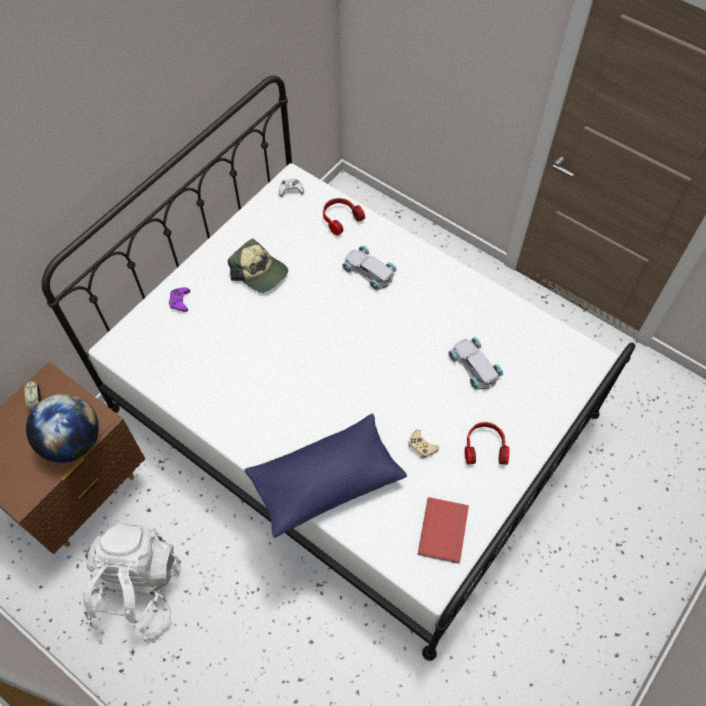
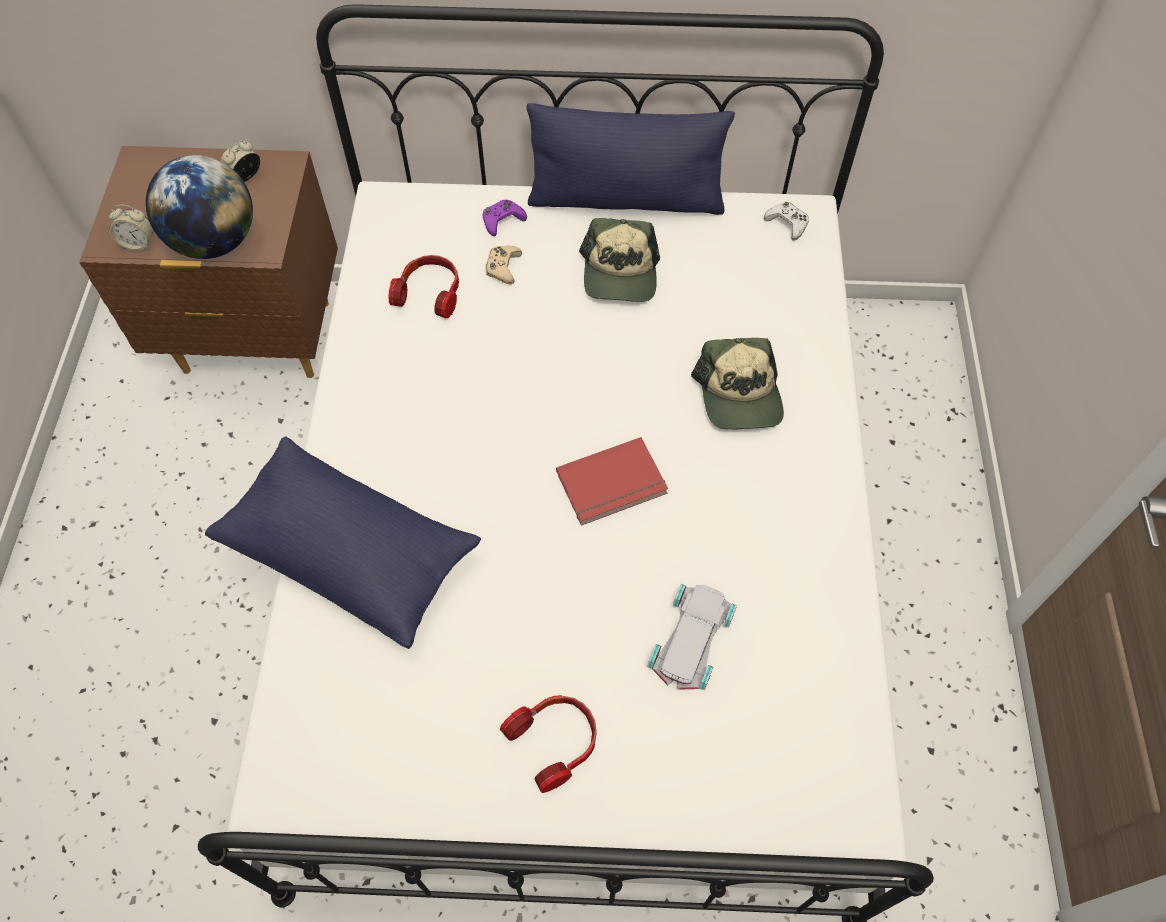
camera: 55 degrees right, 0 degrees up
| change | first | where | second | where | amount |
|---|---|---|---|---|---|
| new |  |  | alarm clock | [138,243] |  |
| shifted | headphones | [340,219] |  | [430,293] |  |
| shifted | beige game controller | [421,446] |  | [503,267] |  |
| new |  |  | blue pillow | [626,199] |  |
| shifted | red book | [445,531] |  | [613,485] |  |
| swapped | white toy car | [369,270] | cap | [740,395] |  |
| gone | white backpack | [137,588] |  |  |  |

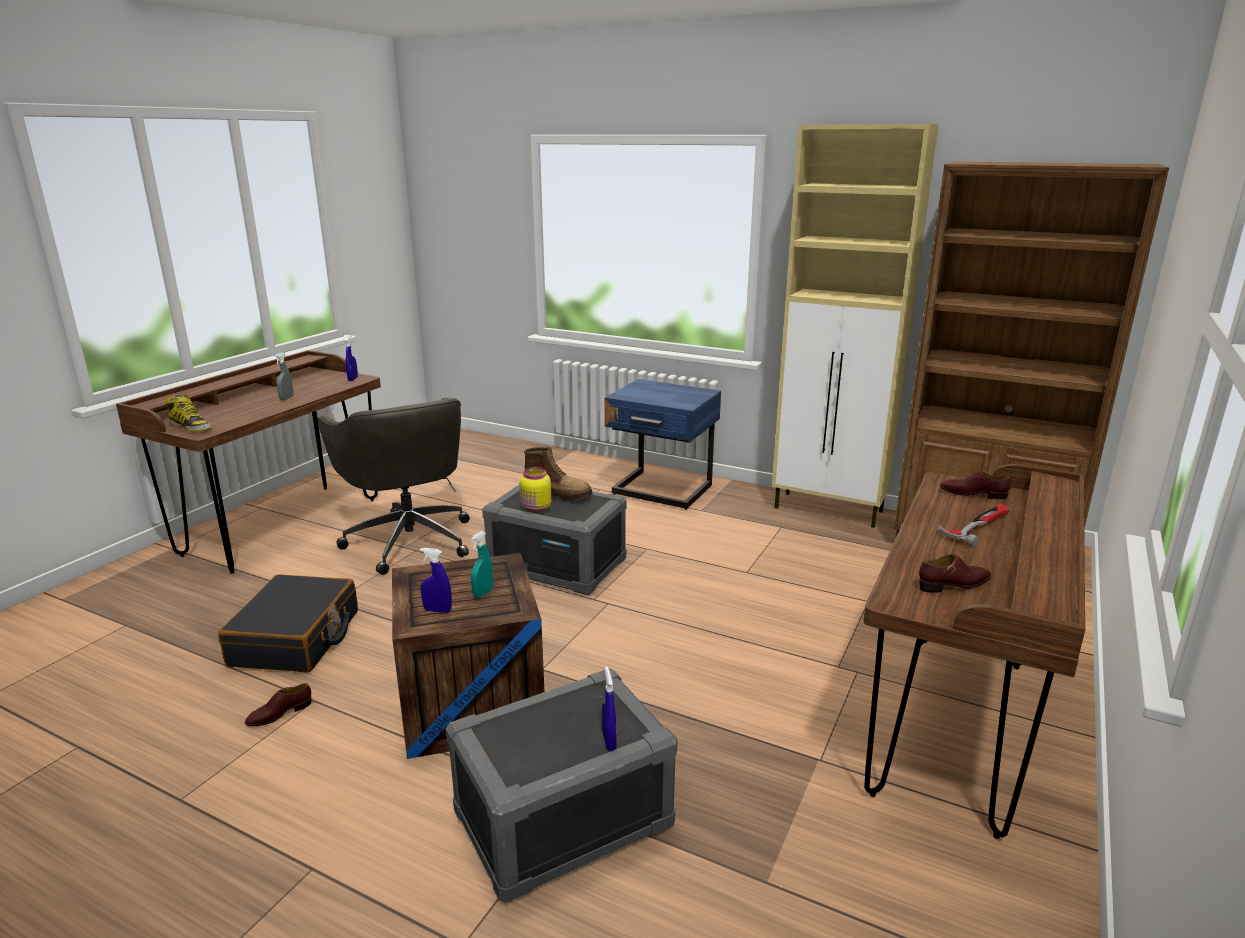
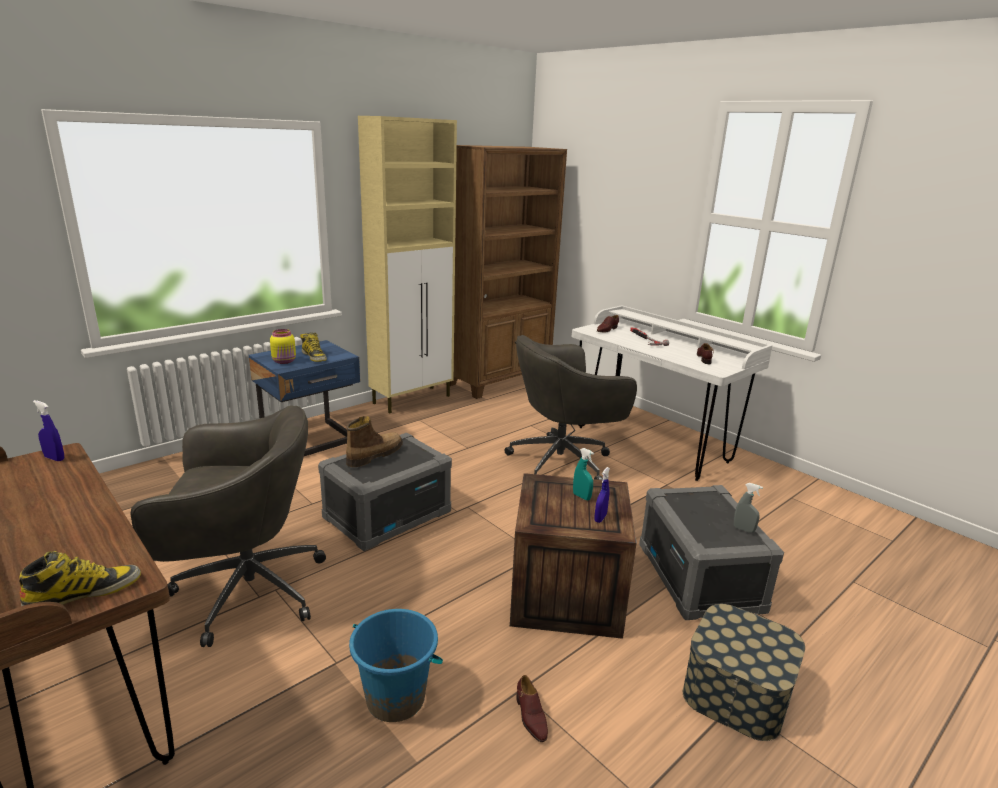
camera: 70 degrees left, 0 degrees up
| change | first | where | second | where | amount |
|---|---|---|---|---|---|
| shifted | yellow jar | [536,509] |  | [284,361] |  |
| new |  |  | boot | [314,356] |  |
| swapped | black suitcase | [296,638] | blue bucket | [396,698] |  |
| new |  |  | grey office chair | [563,462] |  |
| repainted | brown desk | [954,725] | white desk | [651,444] |  |
| new |  |  | storage box | [736,692] |  |
| shifted | grey spray bottle | [286,398] |  | [743,529] |  |
| gone | blue spray bottle | [609,741] |  |  |  |

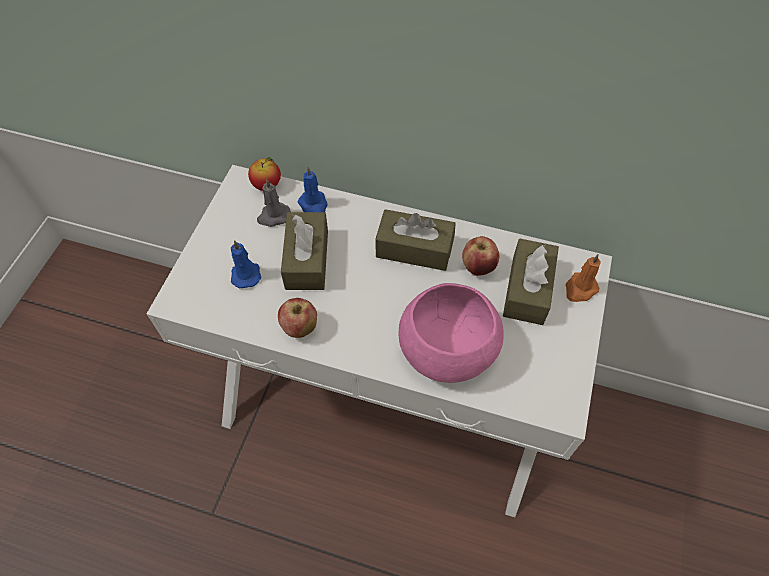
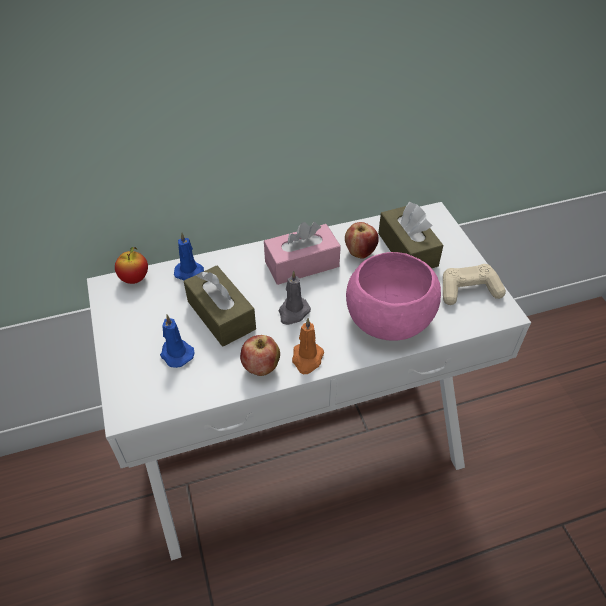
camera: 35 degrees left, 10 degrees down
| change | first | where | second | where | amount |
|---|---|---|---|---|---|
| repainted | brown tissue box | [414,249] | pink tissue box | [302,264] |  |
| shifted | grey candle | [273,216] |  | [293,312] |  |
| shifted | orange candle | [580,289] |  | [307,359] |  |
| new |  |  | beige game controller | [468,290] |  |

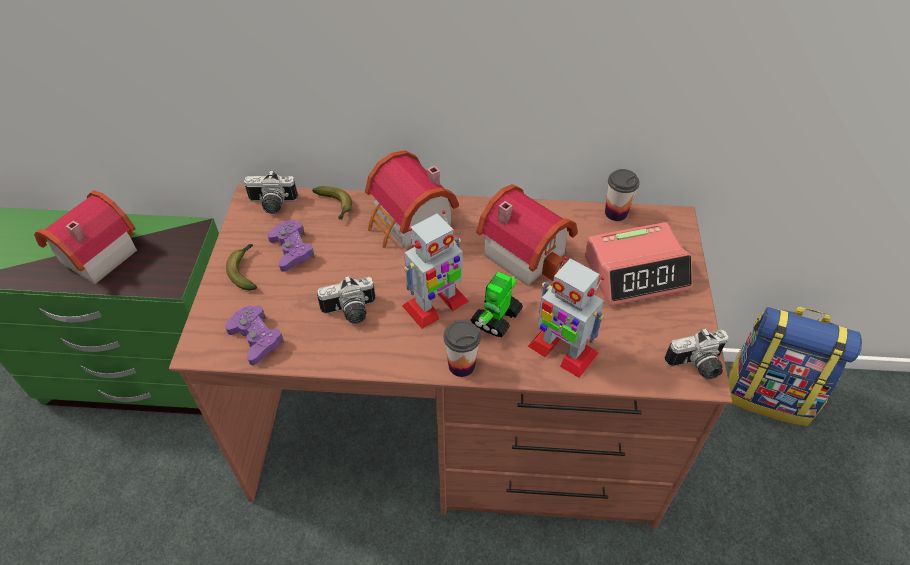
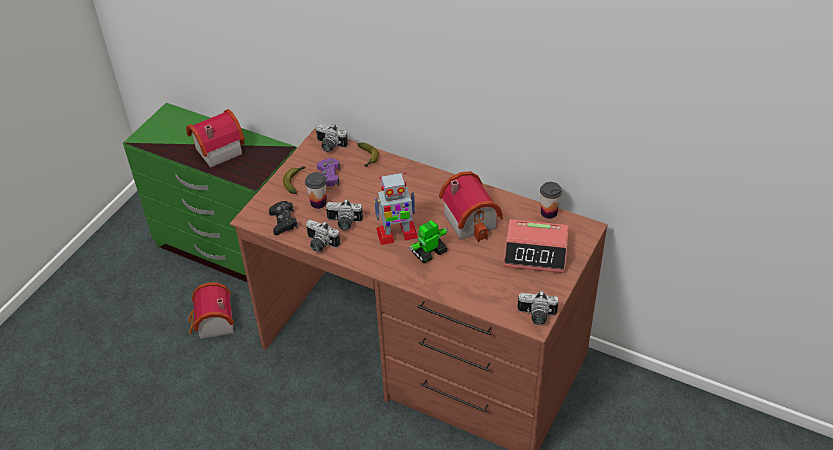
camera: 25 degrees right, 5 degrees down
| change | first | where | second | where | amount |
|---|---|---|---|---|---|
| shifted | toy house | [410,223] |  | [212,324] |  |
| repainted | purple game controller | [256,338] | black game controller | [283,221] |  |
| shifted | cup | [461,365] |  | [318,203] |  |
| new |  |  | photo camera | [320,244] |  |
| gone | toy robot | [562,349] |  |  |  |
| gone | backpack | [769,394] |  |  |  |

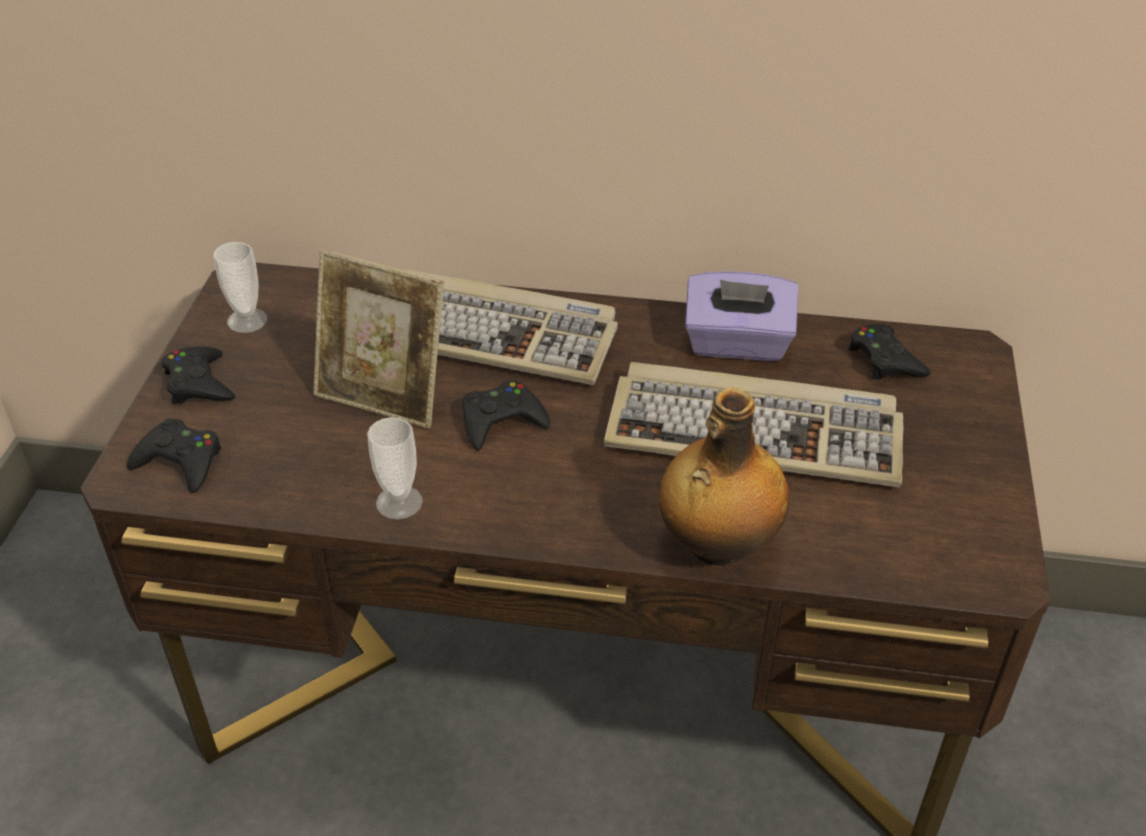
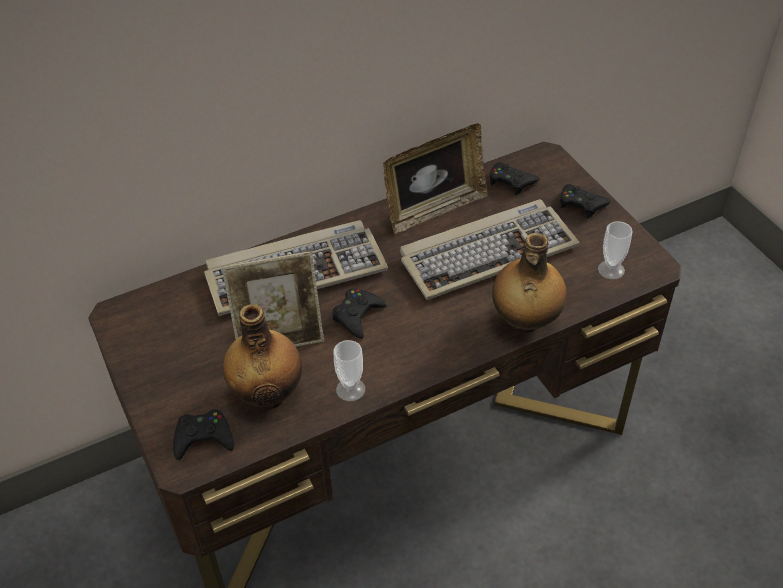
camera: 35 degrees left, 5 degrees up
| change | first | where | second | where | amount |
|---|---|---|---|---|---|
| new |  |  | bottle | [268,393] |  |
| swapped | purple tissue box | [737,344] | picture frame | [434,209] |  |
| shifted | black game controller | [199,383] |  | [581,204] |  |
| shifted | cup | [247,320] |  | [611,270] |  |

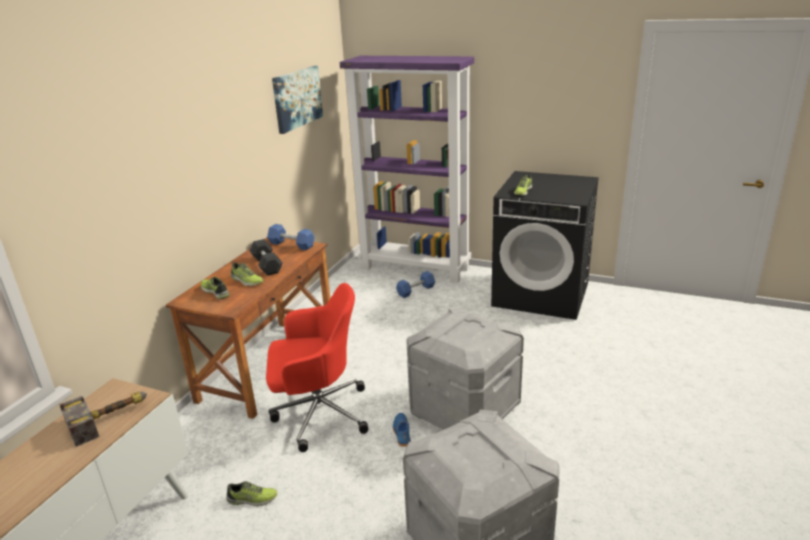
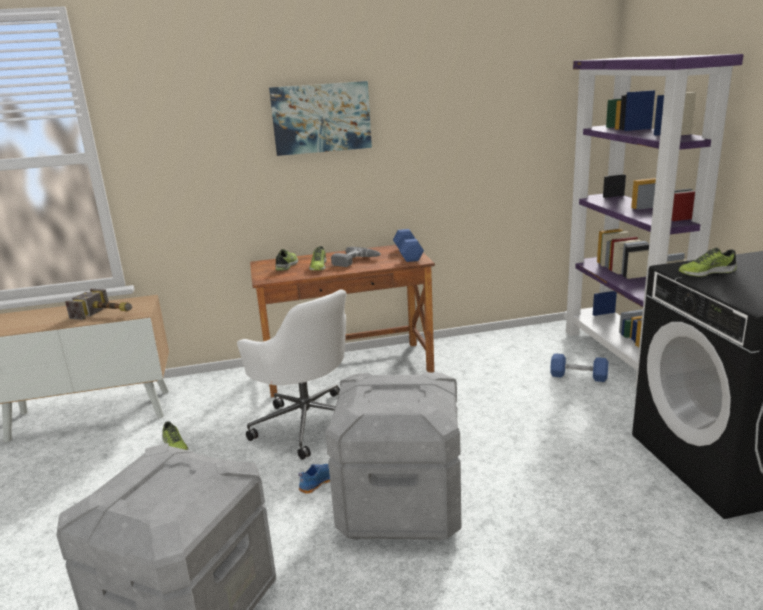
camera: 55 degrees right, 5 degrees down
| change | first | where | second | where | amount |
|---|---|---|---|---|---|
| repainted | red office chair | [318,413] | white office chair | [307,422] |  |
| shifted | picture | [297,98] |  | [321,118] |  |
| swapped | grey dumbbell | [267,265] | power drill | [356,261] |  |

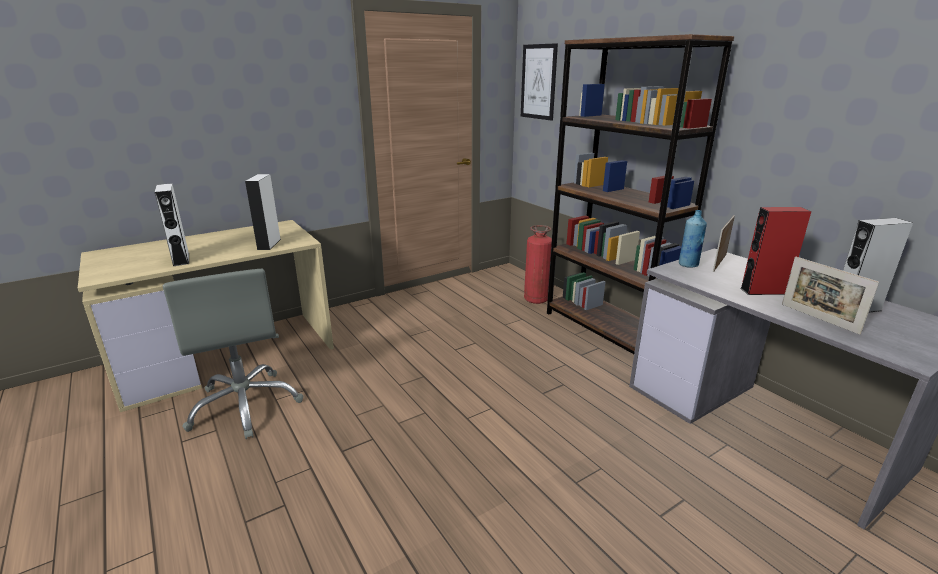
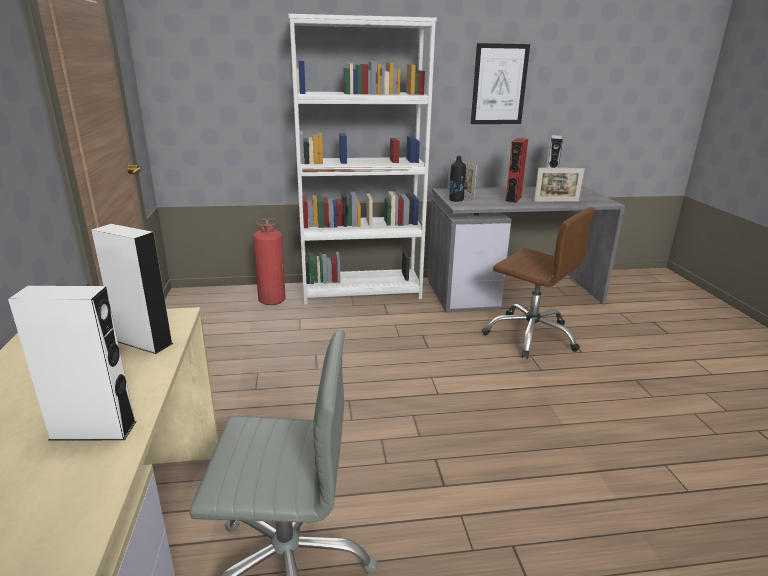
camera: 65 degrees left, 0 degrees up
| change | first | where | second | where | amount |
|---|---|---|---|---|---|
| repainted | brown bookcase | [606,330] | white bookcase | [361,292] |  |
| repainted | blue bottle | [688,265] | black bottle | [456,200] |  |
| shifted | picture | [538,82] |  | [499,84] |  |
| new |  |  | brown office chair | [531,335] |  |

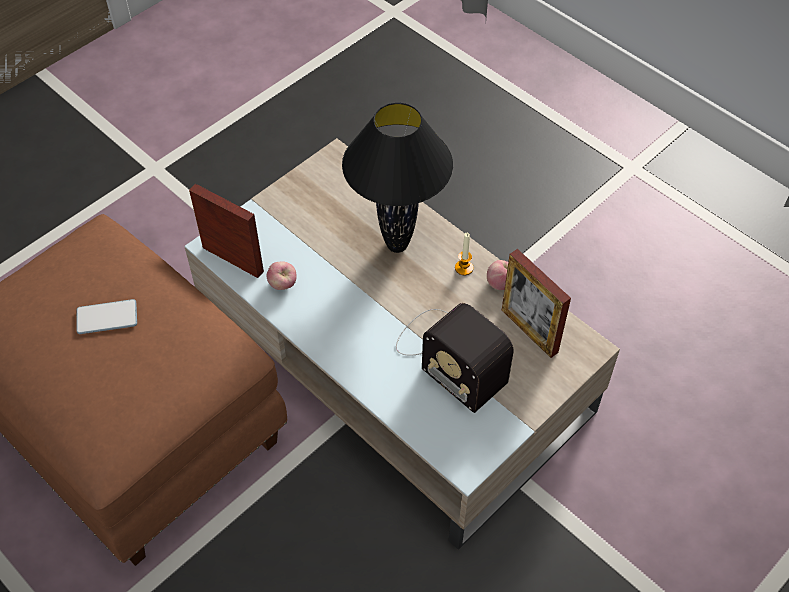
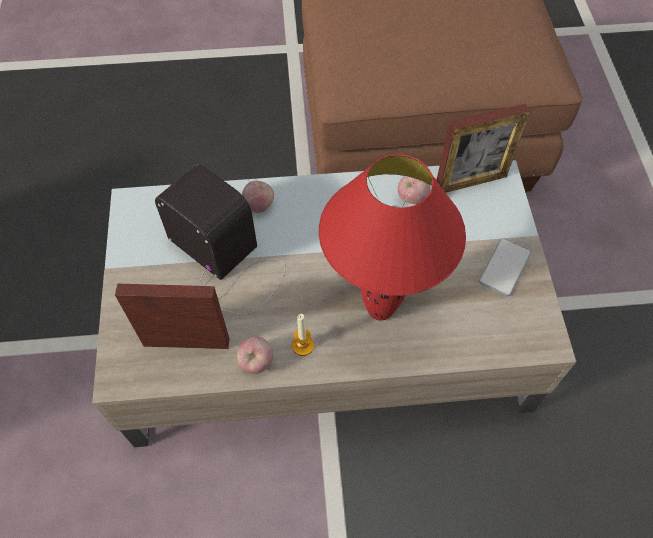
camera: 130 degrees right, 5 degrees up
| change | first | where | second | where | amount |
|---|---|---|---|---|---|
| rotated | radio | [449,355] |  | [228,262] | 45 degrees clockwise |
| new |  |  | apple | [259,205] |  |
| repainted | black table lamp | [397,244] | red table lamp | [381,311] |  |
| shifted | phone | [107,317] |  | [504,267] |  |

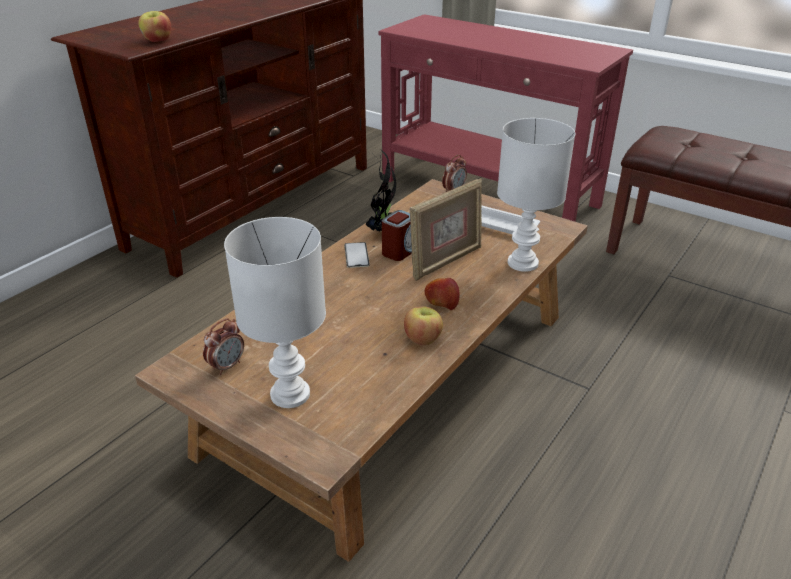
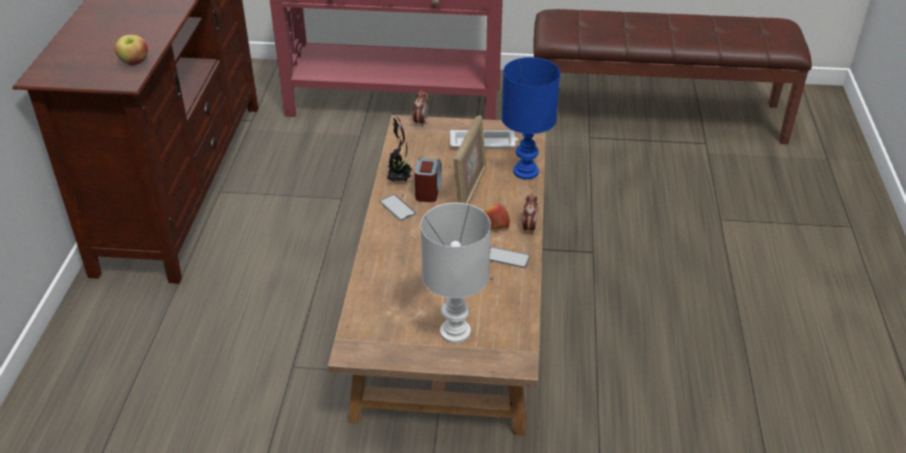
camera: 30 degrees left, 5 degrees up
| change | first | where | second | where | amount |
|---|---|---|---|---|---|
| swapped | apple | [423,339] | phone | [507,257] |  |
| repainted | white table lamp | [522,264] | blue table lamp | [526,172] |  |
| shifted | alarm clock | [227,366] |  | [529,228] |  |

